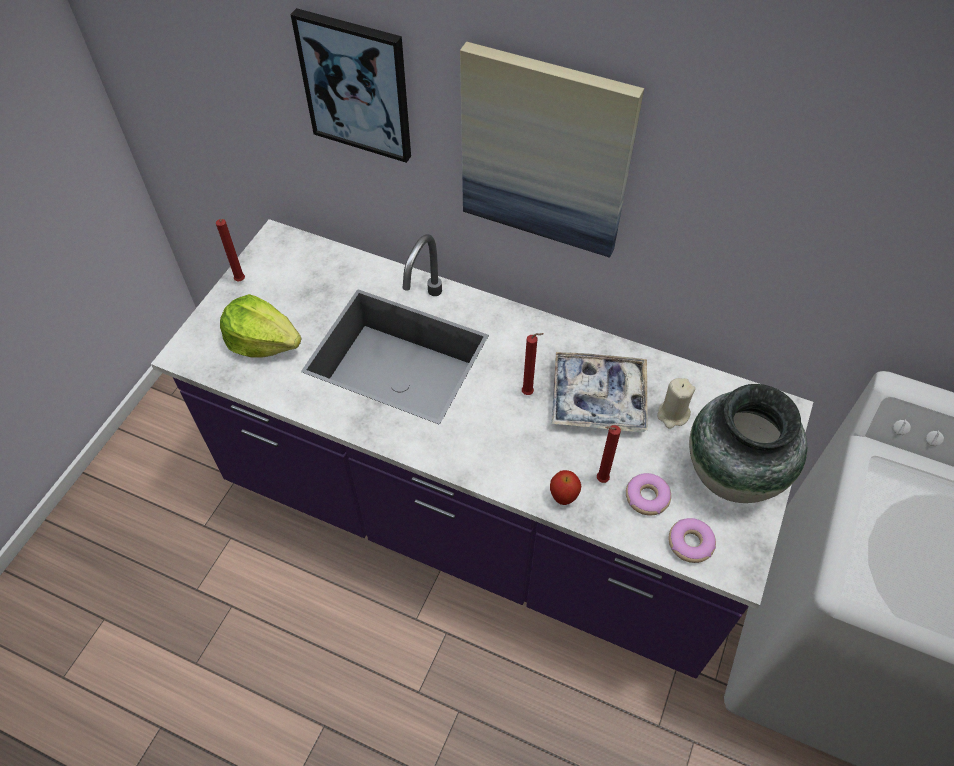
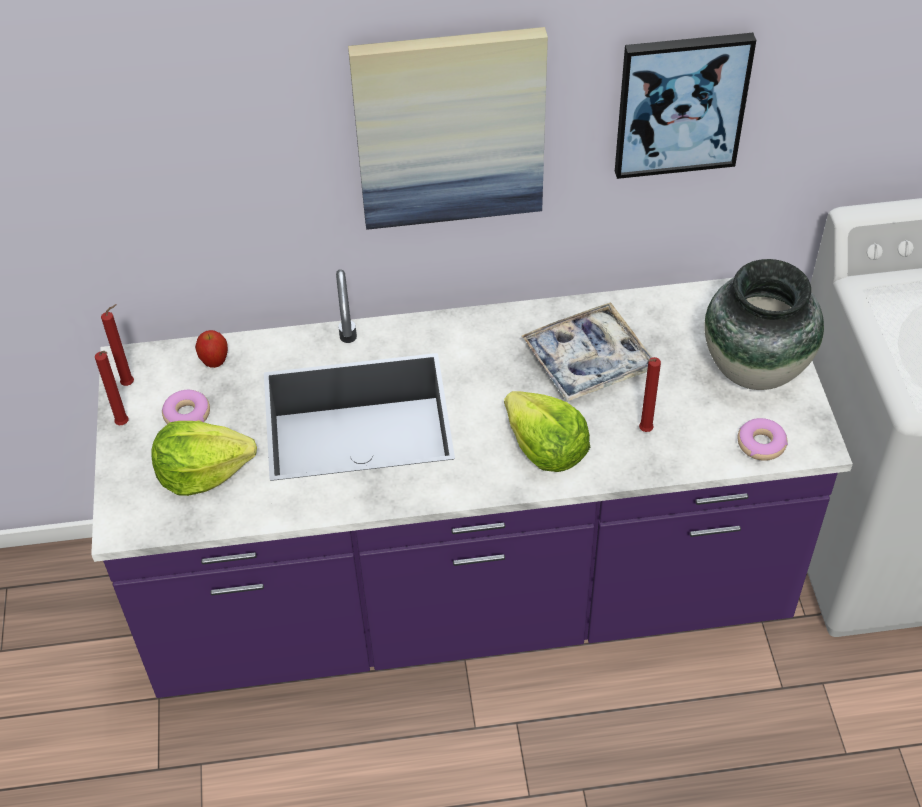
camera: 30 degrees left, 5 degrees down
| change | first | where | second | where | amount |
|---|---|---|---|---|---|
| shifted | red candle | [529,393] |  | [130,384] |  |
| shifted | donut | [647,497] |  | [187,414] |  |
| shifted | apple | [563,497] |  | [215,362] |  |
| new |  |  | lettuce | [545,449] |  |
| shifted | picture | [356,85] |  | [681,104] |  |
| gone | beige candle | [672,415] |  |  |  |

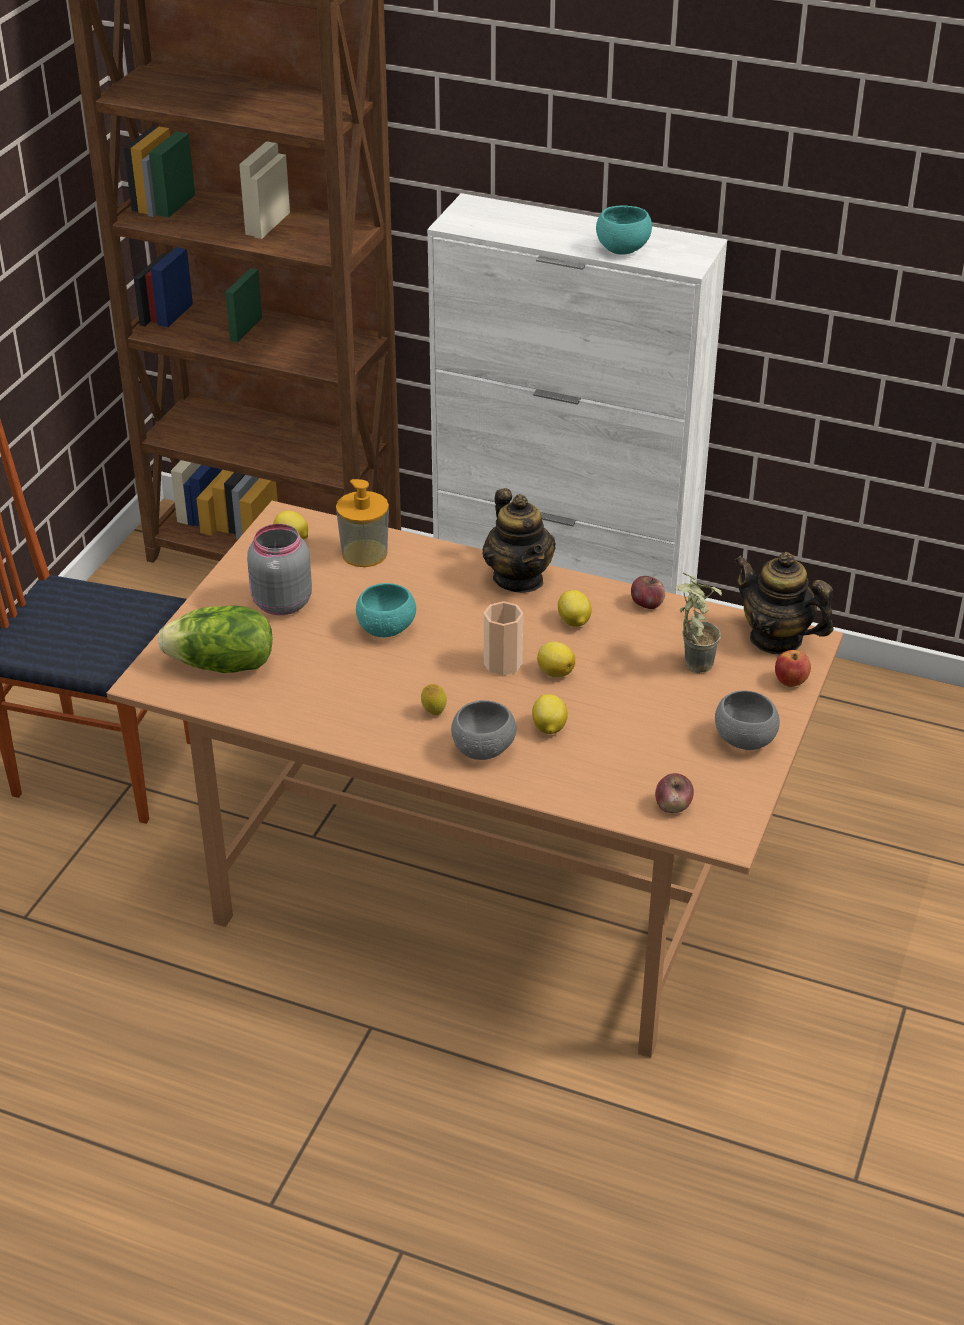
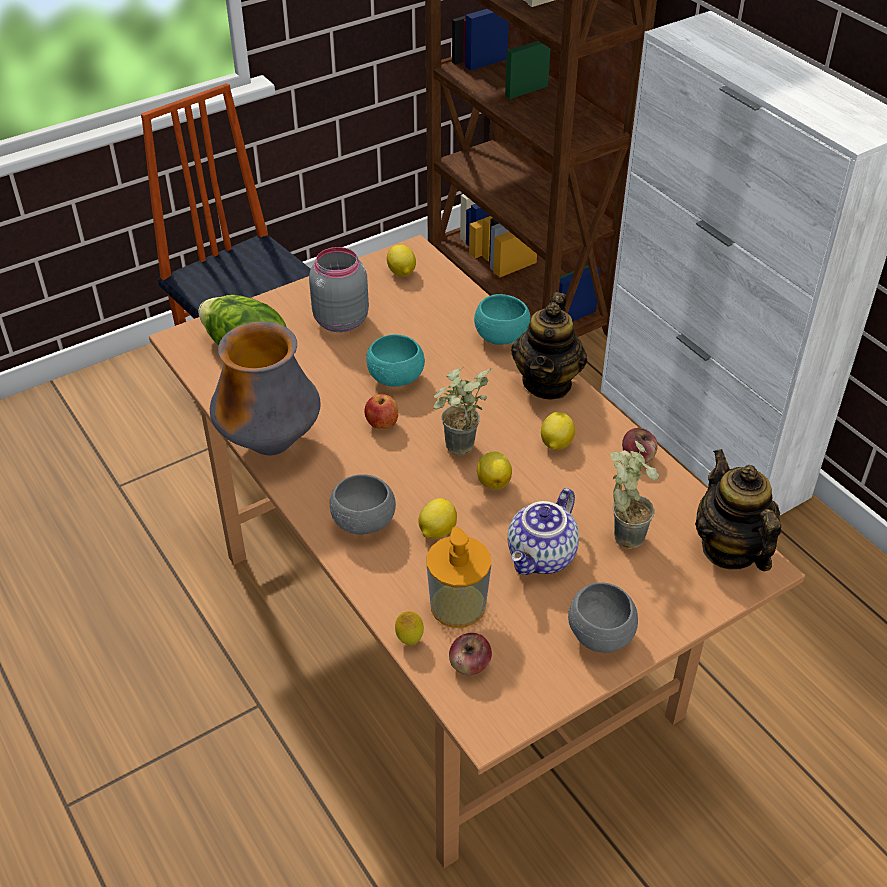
camera: 35 degrees right, 5 degrees up
| change | first | where | second | where | amount |
|---|---|---|---|---|---|
| new |  |  | vase | [271,444] |  |
| shifted | apple | [791,682] |  | [382,424] |  |
| shifted | lemon | [434,713] |  | [409,640] |  |
| shifted | soap dispenser | [364,553] |  | [458,605] |  |
| swapped | cup | [503,663] | potted plant | [458,452] |  |
| shifted | turquoise bowl | [623,250] |  | [501,337] |  |
| new |  |  | teapot | [542,557] |  |

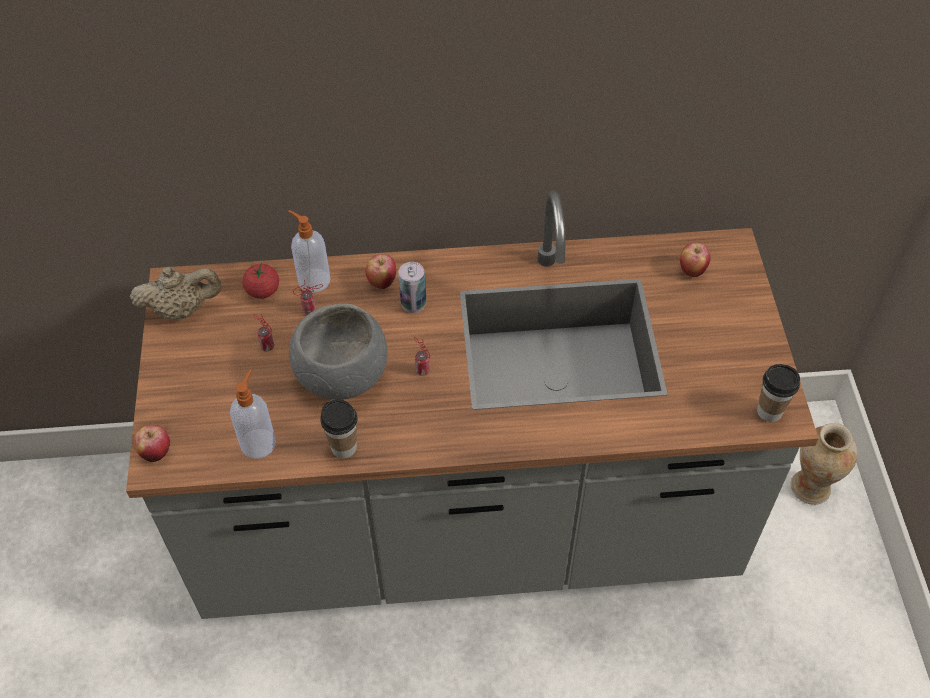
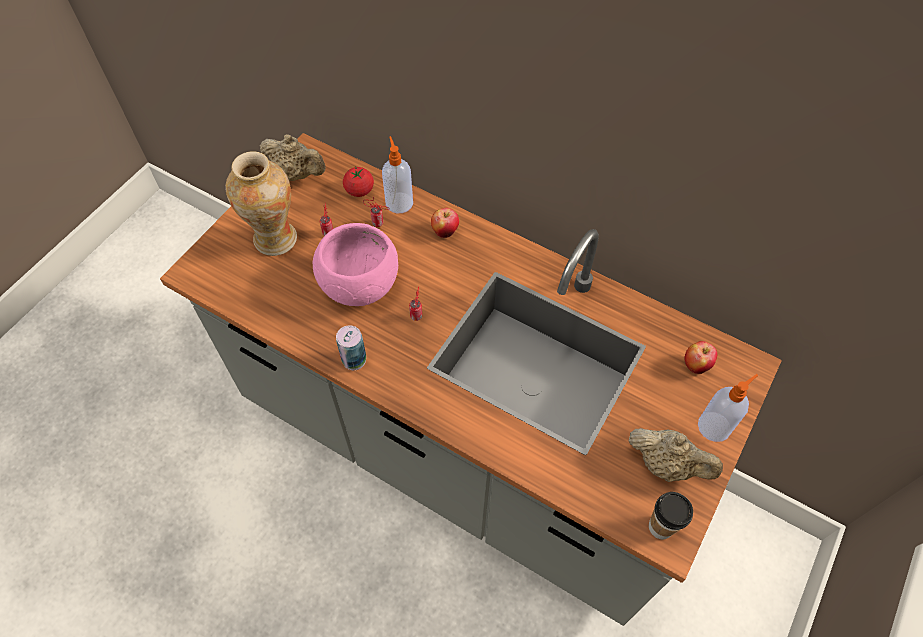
camera: 35 degrees right, 5 degrees up
| change | first | where | second | where | amount |
|---|---|---|---|---|---|
| shifted | vase | [810,488] |  | [275,239] |  |
| repainted | grey bowl | [342,374] | pink bowl | [359,283] |  |
| shifted | can | [413,303] |  | [354,360] |  |
| new |  |  | beige teapot | [667,464] |  |
| shifted | soap dispenser | [258,442] |  | [715,426] |  |
| gone | apple | [156,452] |  |  |  |
| gone | cup | [344,447] |  |  |  |

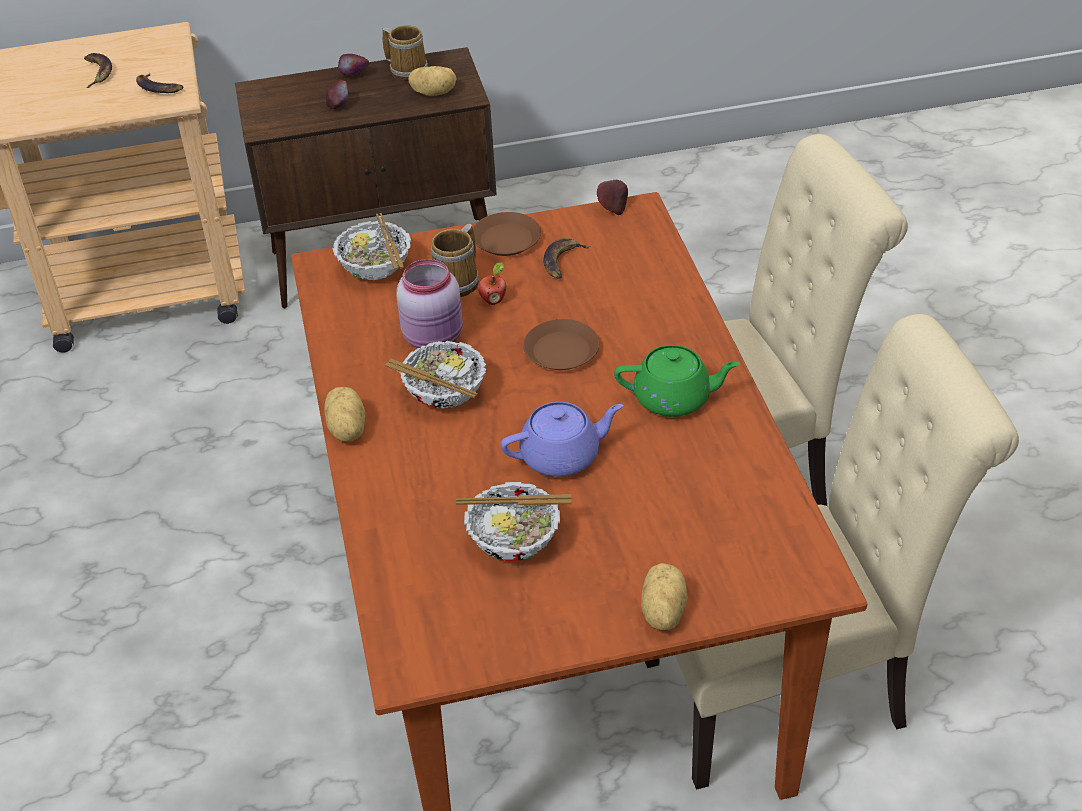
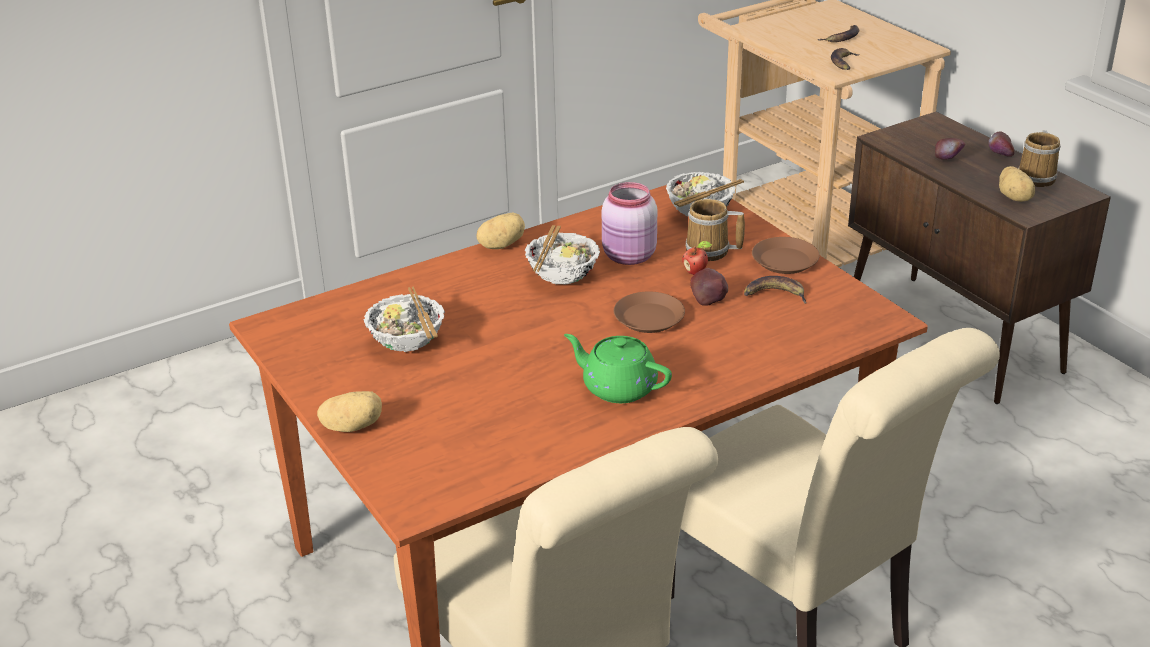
camera: 70 degrees right, 10 degrees down
| change | first | where | second | where | amount |
|---|---|---|---|---|---|
| rotated | green teapot | [674,398] |  | [618,387] | 135 degrees clockwise |
| shifted | apple | [612,208] |  | [709,299] |  |
| gone | purple teapot | [562,456] |  |  |  |

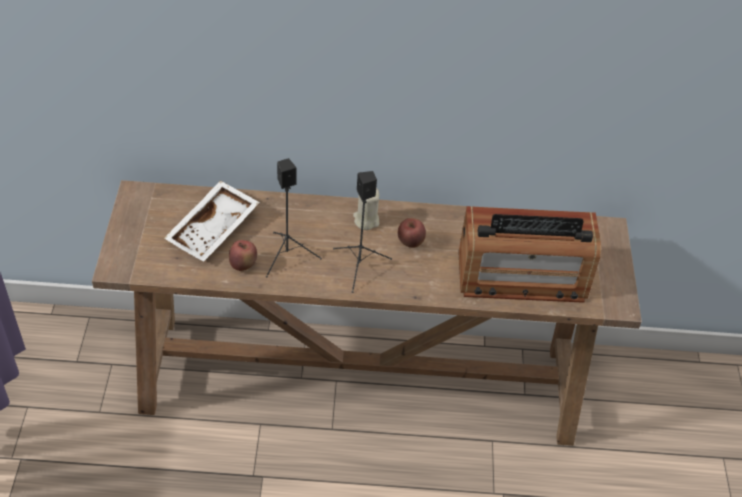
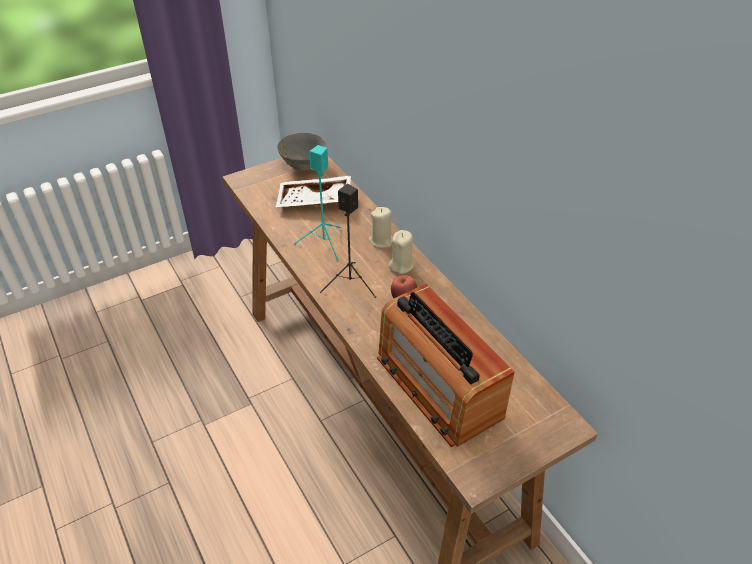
camera: 60 degrees right, 5 degrees down
| change | first | where | second | where | amount |
|---|---|---|---|---|---|
| new |  |  | grey bowl | [303,166] |  |
| repainted | black speaker | [288,255] | turquoise speaker | [324,244] |  |
| new |  |  | beige candle | [381,241] |  |
| gone | apple | [243,265] |  |  |  |

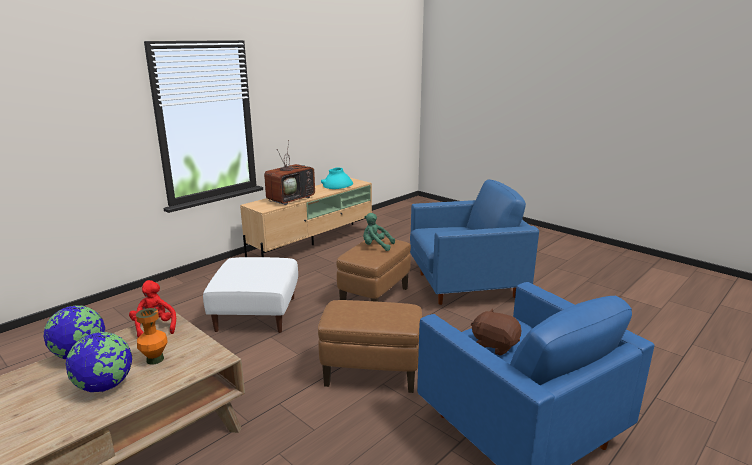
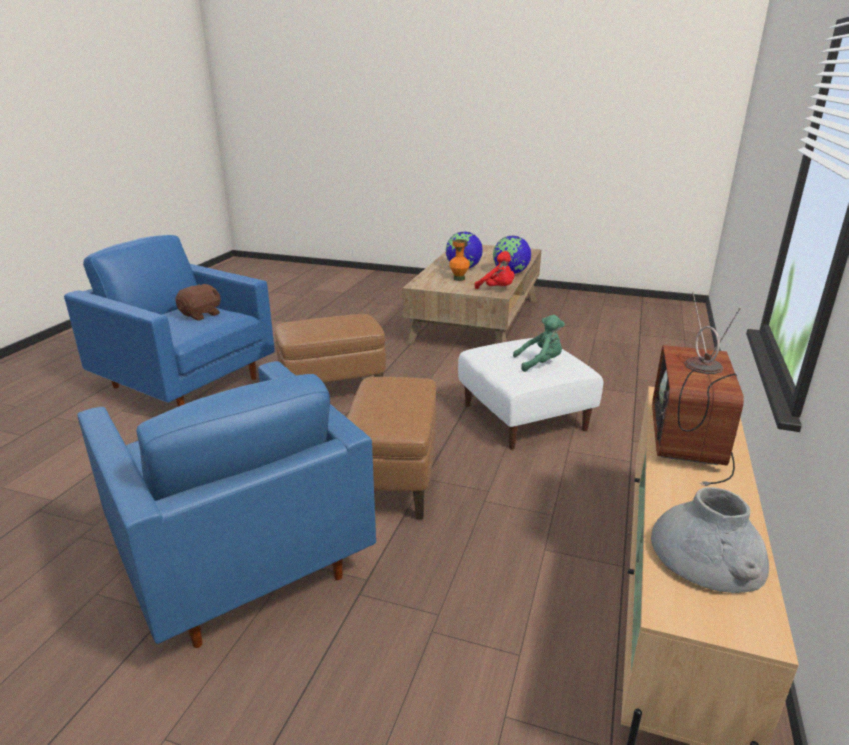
camera: 155 degrees right, 5 degrees up
| change | first | where | second | where | amount |
|---|---|---|---|---|---|
| rotated | blue armchair | [465,285] |  | [239,558] | 90 degrees counterclockwise |
| rotated | brown plush toy | [495,345] |  | [201,315] | 60 degrees counterclockwise |
| shifted | green plush toy | [376,246] |  | [540,363] |  |
| repainted | turquoise vase | [337,185] | grey vase | [707,553] |  |

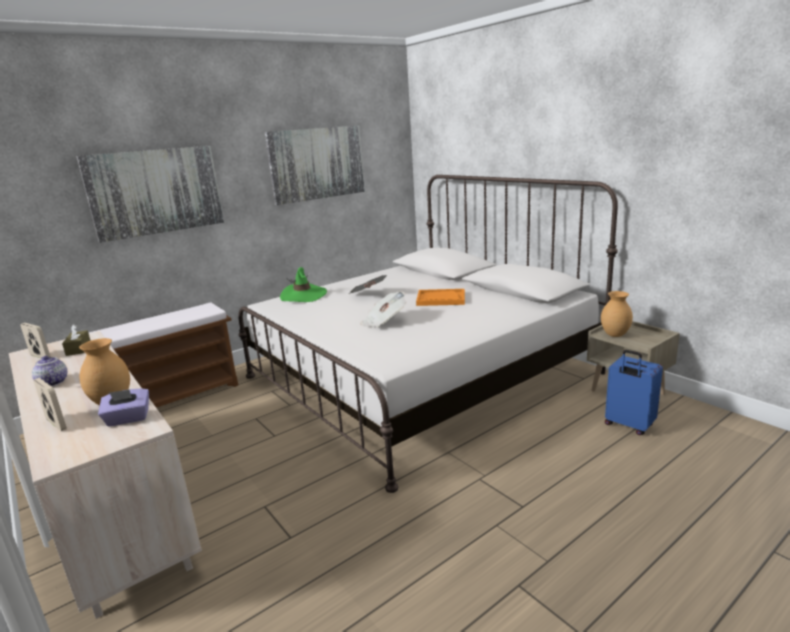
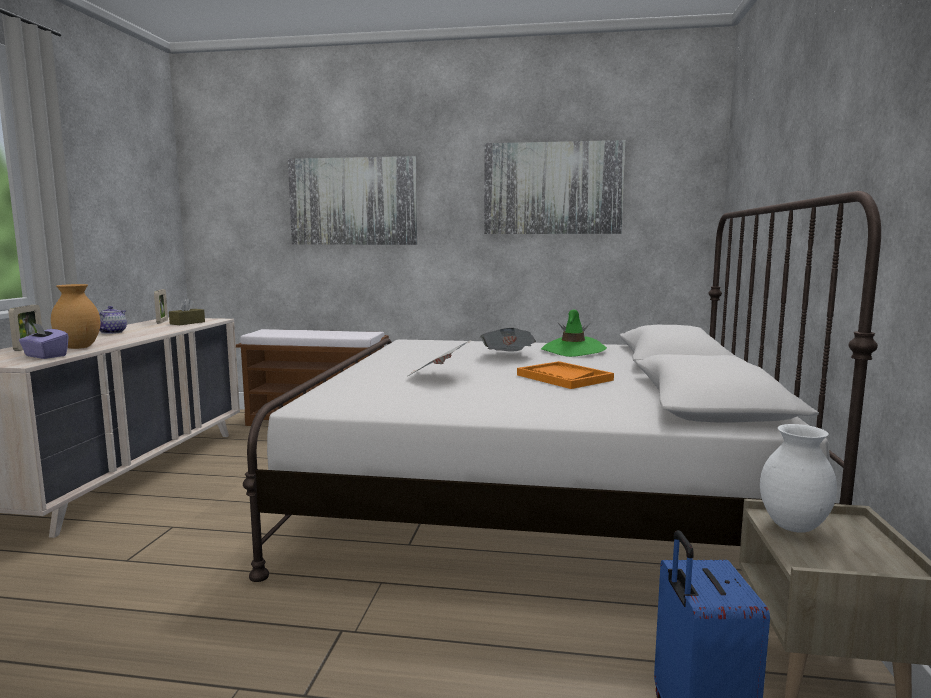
camera: 45 degrees right, 10 degrees down
| change | first | where | second | where | amount |
|---|---|---|---|---|---|
| shifted | green hat | [303,296] |  | [573,351] |  |
| repainted | brown vase | [615,335] | white vase | [792,527] |  |

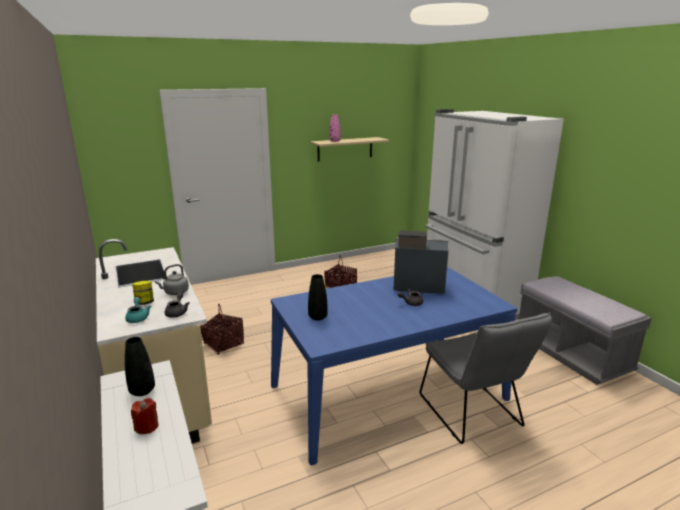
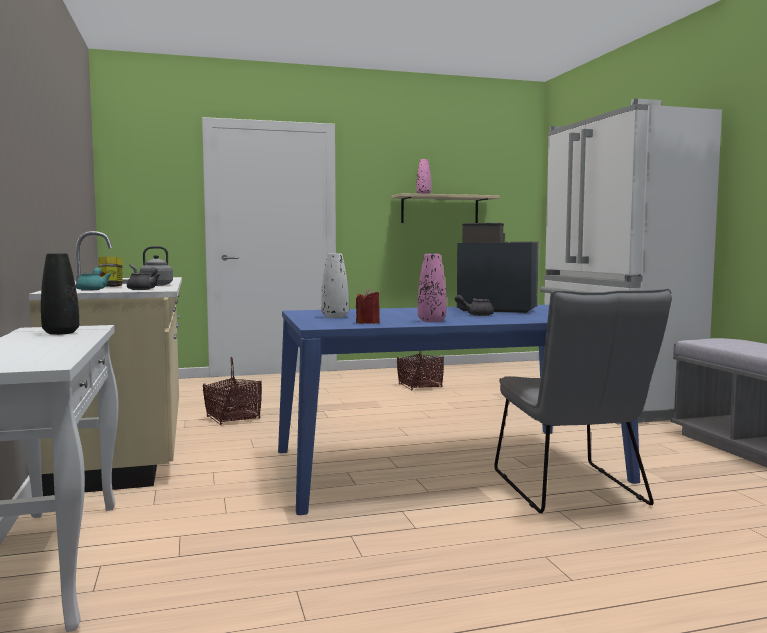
camera: 10 degrees right, 15 degrees down
| change | first | where | second | where | amount |
|---|---|---|---|---|---|
| repainted | black vase | [317,317] | white vase | [335,317] |  |
| shifted | red candle | [147,427] |  | [368,323] |  |
| new |  |  | pink vase | [431,321] |  |

